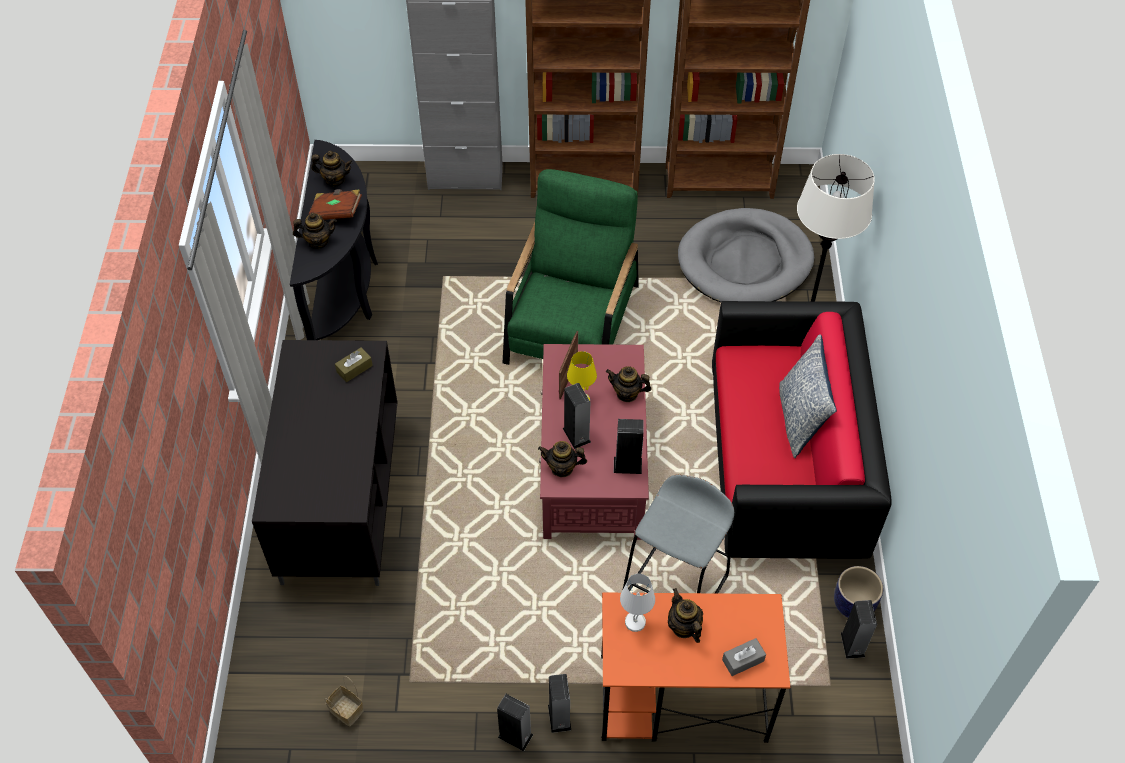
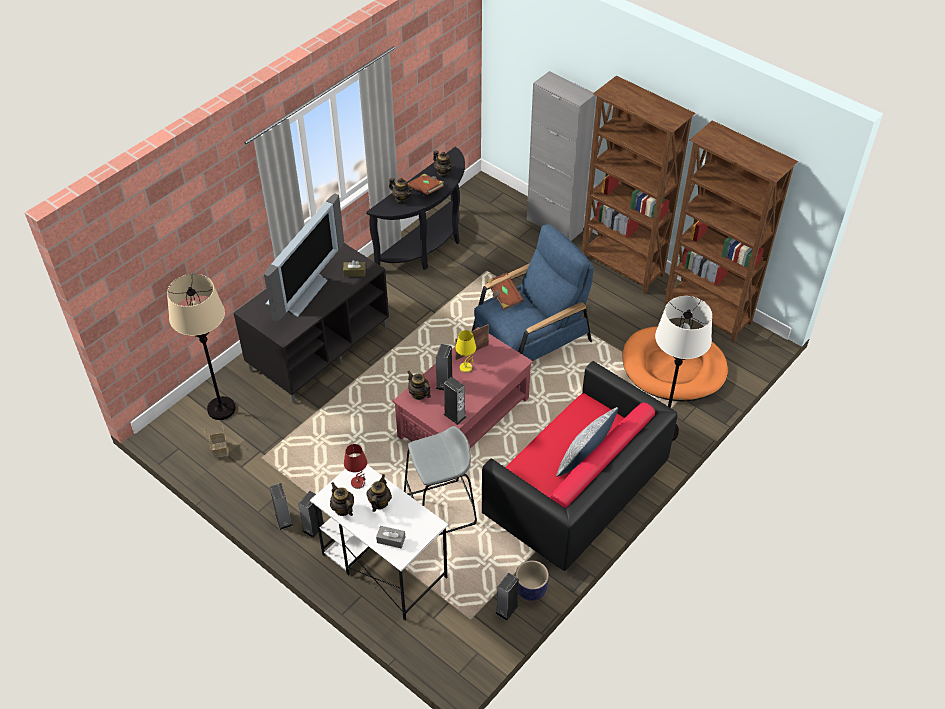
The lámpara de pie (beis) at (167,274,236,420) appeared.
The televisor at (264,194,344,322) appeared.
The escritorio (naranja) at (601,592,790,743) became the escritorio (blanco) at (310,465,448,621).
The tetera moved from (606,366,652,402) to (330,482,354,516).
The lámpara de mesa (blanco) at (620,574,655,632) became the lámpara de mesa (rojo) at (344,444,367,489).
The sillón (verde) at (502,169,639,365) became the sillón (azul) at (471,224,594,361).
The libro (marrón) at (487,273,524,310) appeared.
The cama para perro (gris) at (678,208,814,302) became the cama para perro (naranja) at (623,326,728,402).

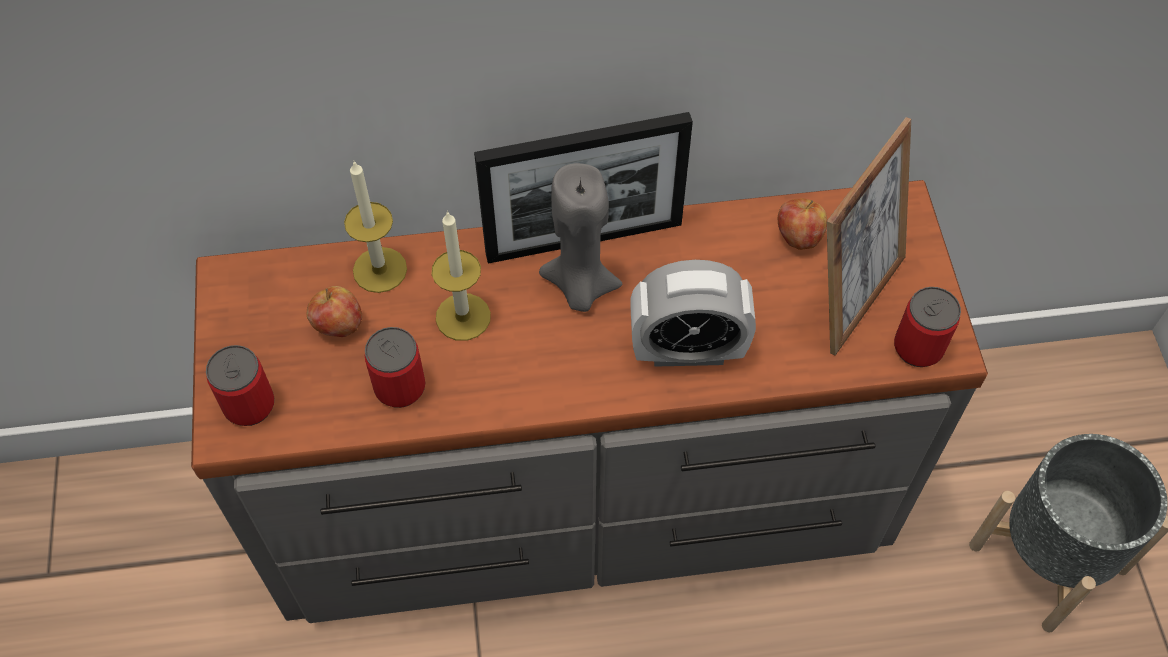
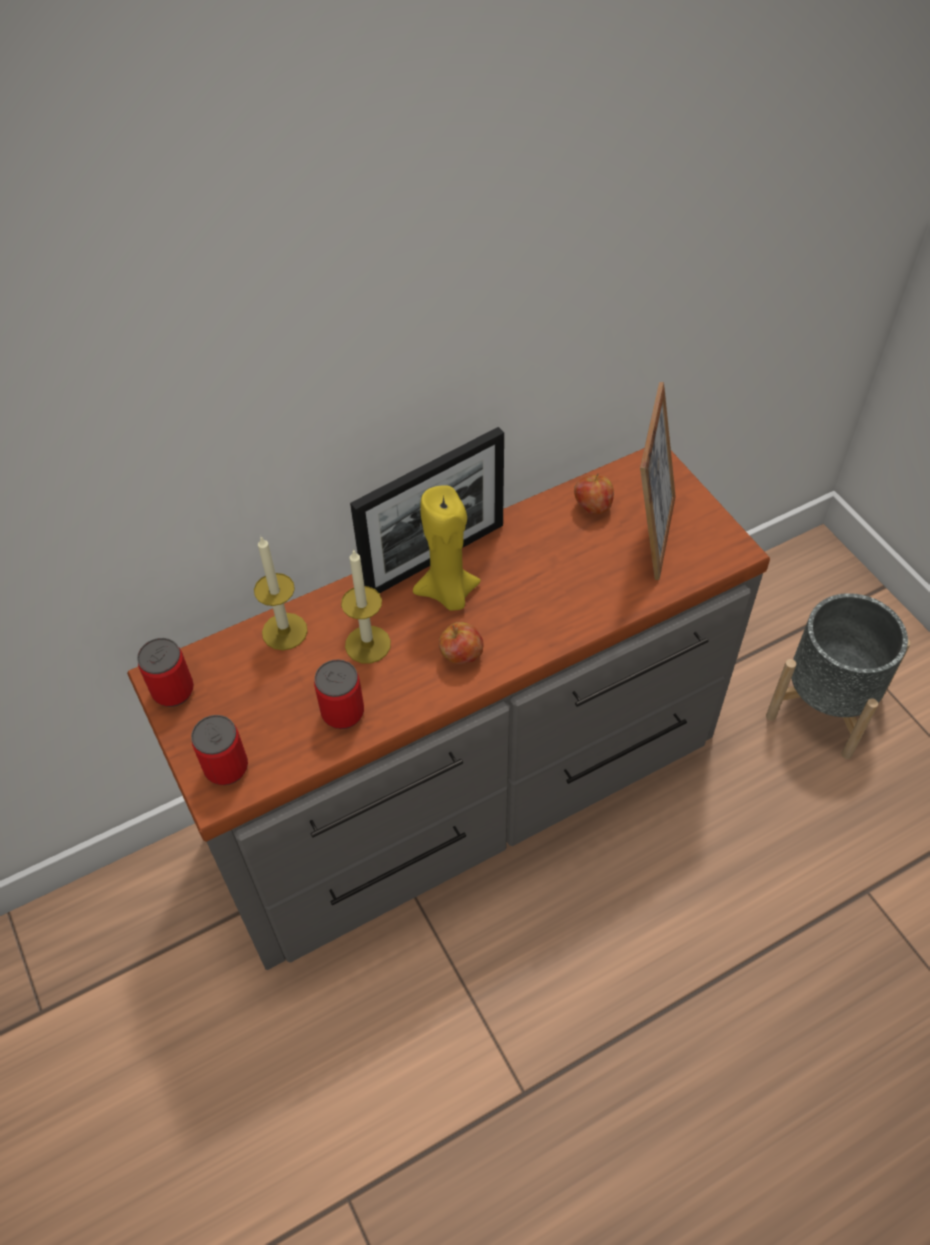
The lata moved from (894,287,961,367) to (137,638,194,707).
The vela (gris) at (539,163,623,312) became the vela (amarillo) at (413,485,481,611).
The manzana moved from (307,286,362,337) to (439,622,483,664).
The despertador at (630,260,756,367) disappeared.

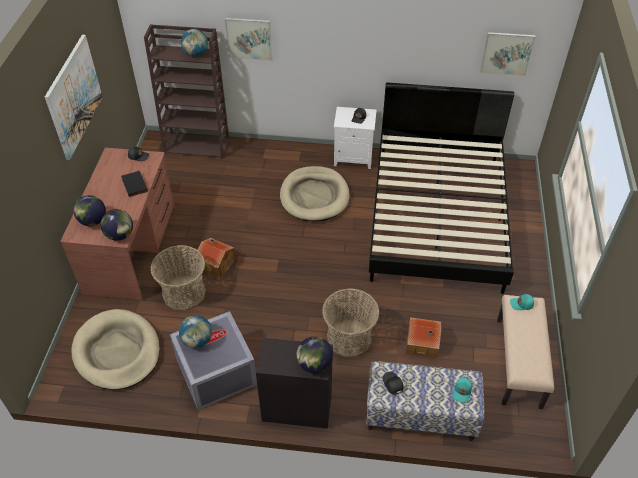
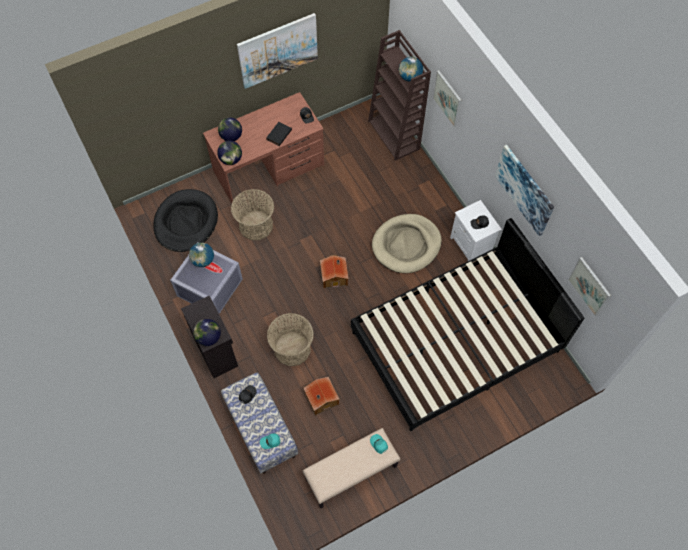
The cama para perro (beis) at (71,309,160,390) became the cama para perro (negro) at (153,189,218,252).
The casita moved from (195,238,236,279) to (320,255,349,288).
The cuadro at (495,145,554,236) appeared.

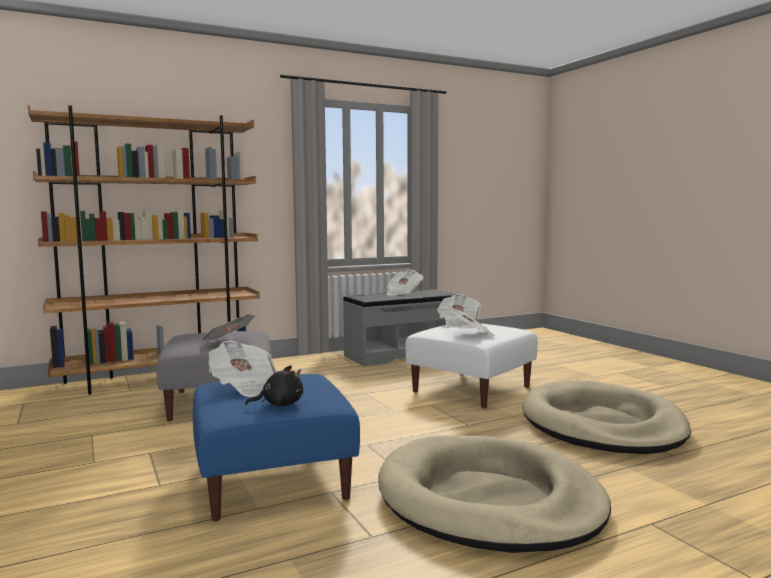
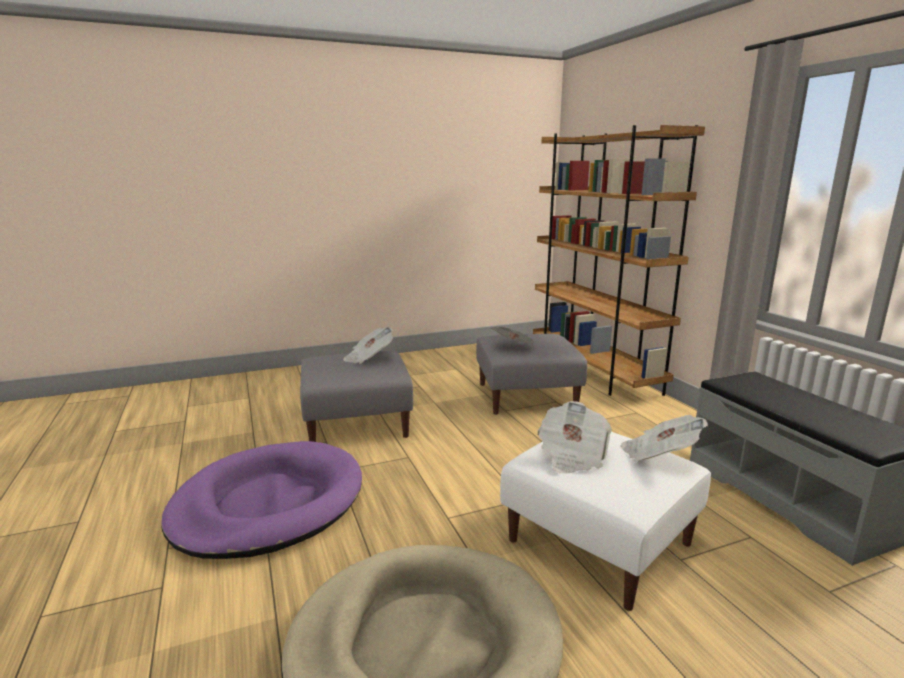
The cama para perro (beis) at (378,435,611,553) became the cama para perro (morado) at (161,441,362,559).
The puf (azul) at (193,374,360,521) became the puf (gris) at (300,351,413,442).
The peluche (negro) at (245,365,303,406) disappeared.
The periódico at (386,270,423,296) disappeared.

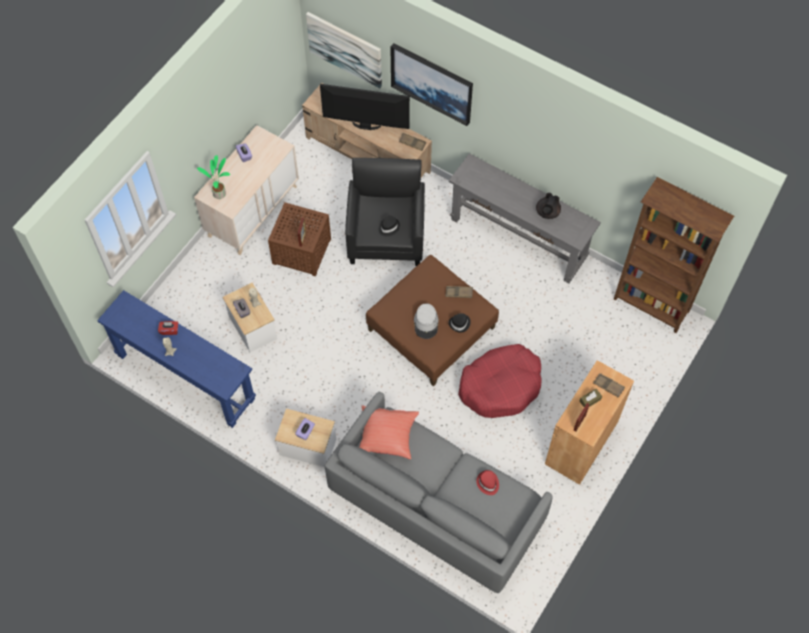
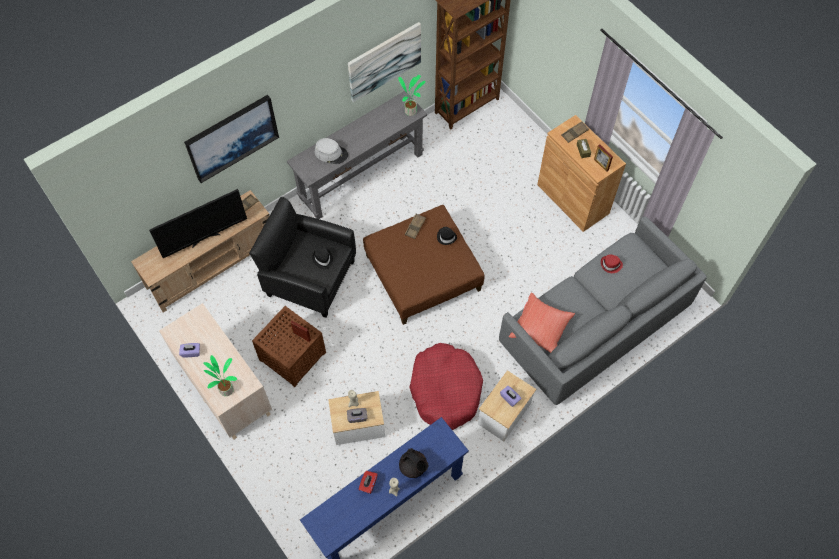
The televisor at (320,84,410,130) turned 150 degrees counterclockwise.
The sombrero (gris) moved from (414,303,439,339) to (315,138,348,164).
The cuadro moved from (306,12,382,88) to (348,22,421,102).
The planta en maceta at (398,75,426,116) appeared.
The tetera (negro) moved from (536,193,561,219) to (399,448,428,478).
The cama para perro (rojo) moved from (458,344,542,418) to (409,343,483,430).

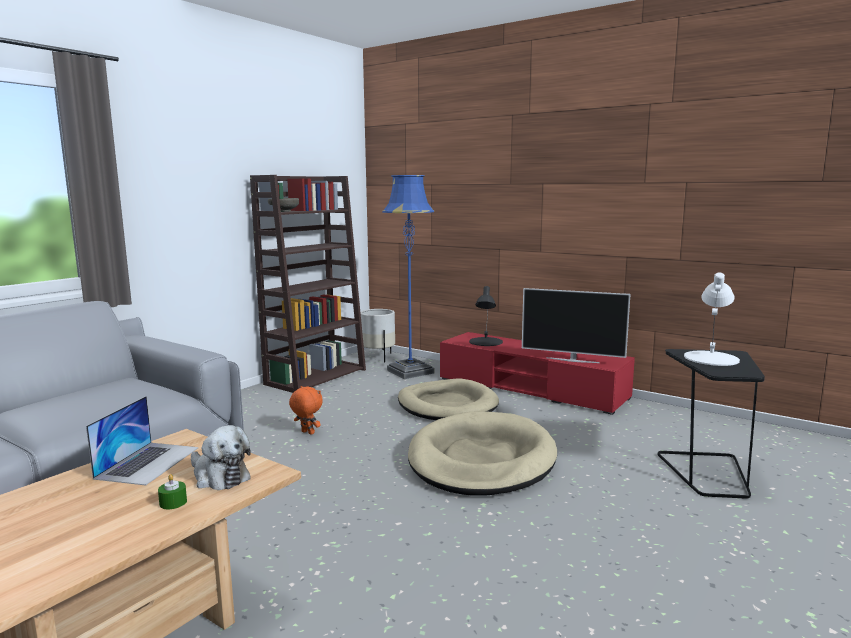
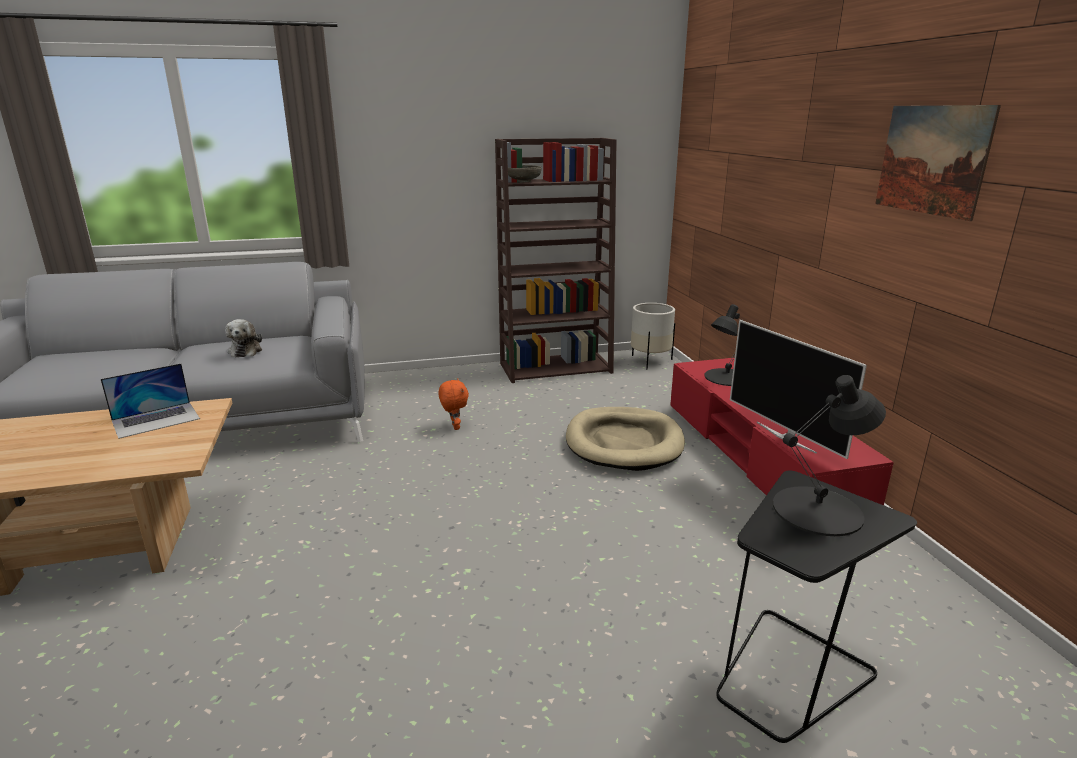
The peluche moved from (191,425,251,490) to (225,319,262,358).
The lámpara de mesa (blanco) at (684,272,740,366) became the lámpara de mesa (negro) at (773,375,886,536).
The cuadro at (875,105,1001,221) appeared.
The vela (verde) at (158,474,187,509) disappeared.
The lámpara de pie (azul) at (382,175,434,379) disappeared.
The cama para perro (beis) at (408,411,557,496) disappeared.

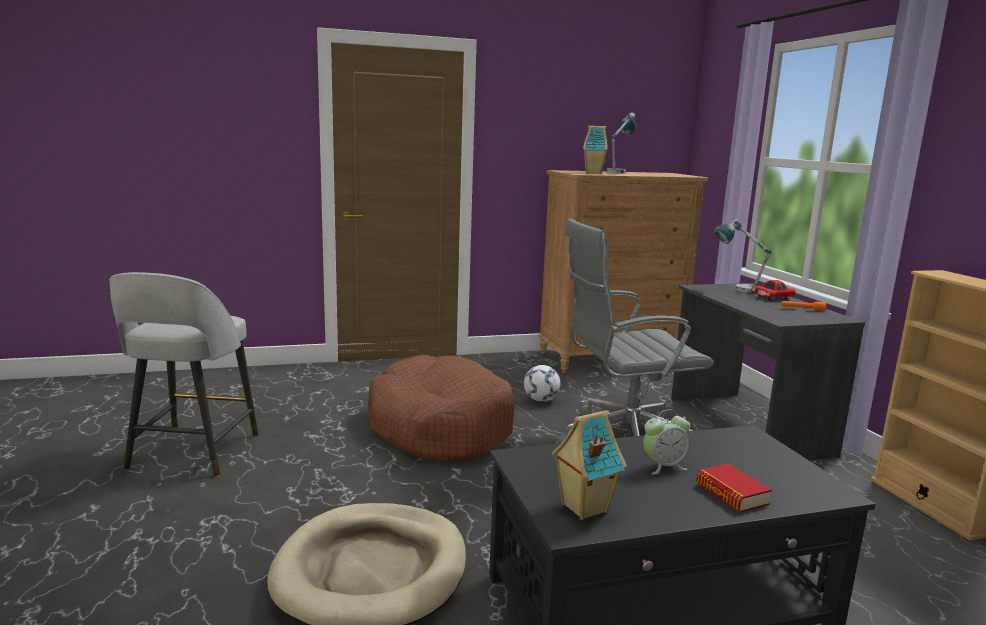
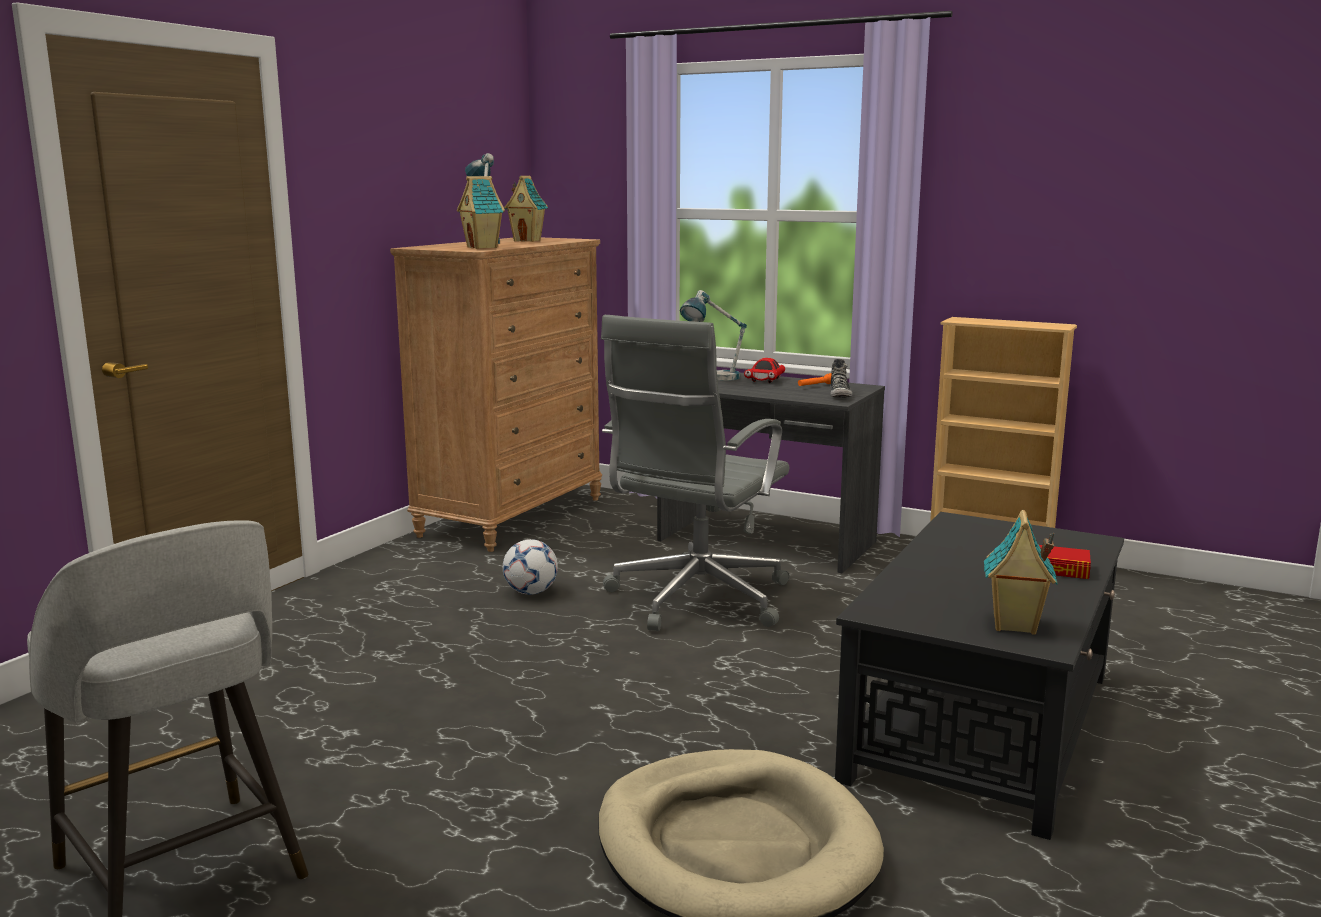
The casita at (504,176,548,242) appeared.
The zapato at (830,359,852,398) appeared.
The cama para perro (marrón) at (368,355,515,461) disappeared.
The despertador at (643,409,691,475) disappeared.

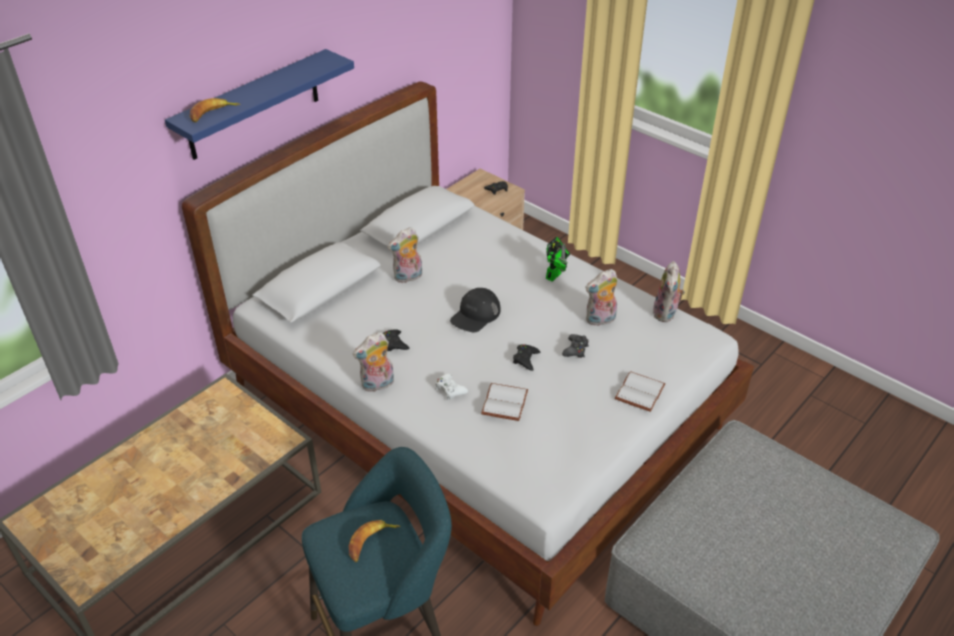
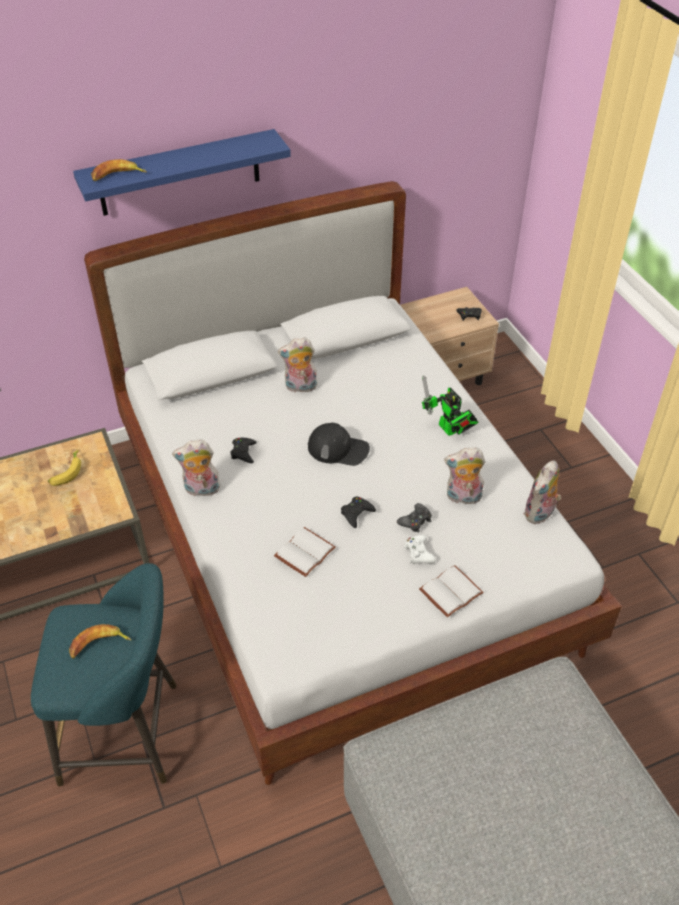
The plátano at (48,450,81,486) appeared.
The gorra (negro) at (450,288,500,333) turned 135 degrees counterclockwise.
The mando de consola (blanco) moved from (435,373,468,400) to (404,535,436,564).
The robot de juguete at (546,237,570,282) turned 90 degrees clockwise.

